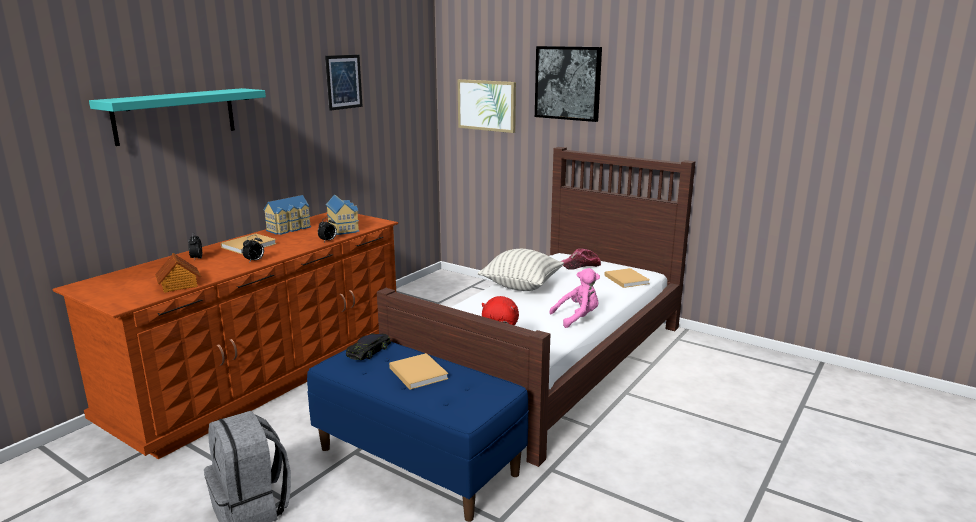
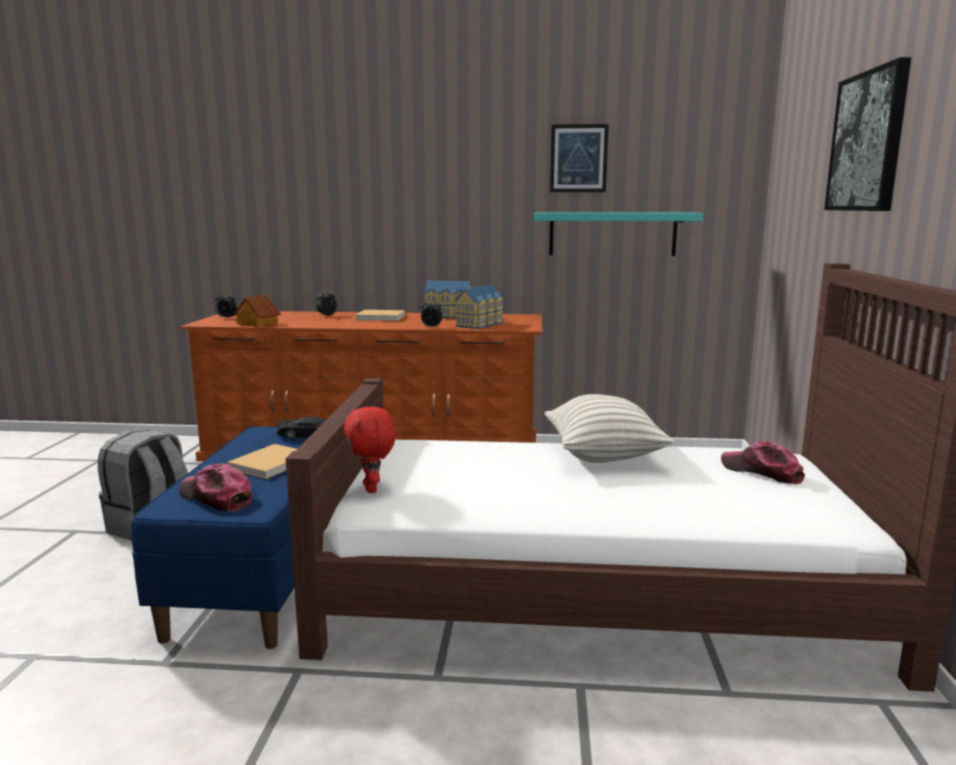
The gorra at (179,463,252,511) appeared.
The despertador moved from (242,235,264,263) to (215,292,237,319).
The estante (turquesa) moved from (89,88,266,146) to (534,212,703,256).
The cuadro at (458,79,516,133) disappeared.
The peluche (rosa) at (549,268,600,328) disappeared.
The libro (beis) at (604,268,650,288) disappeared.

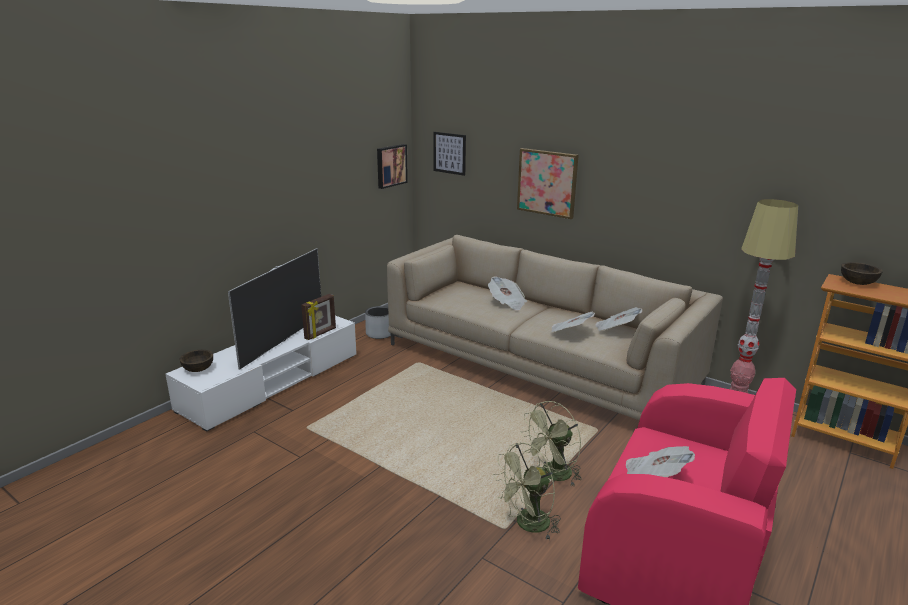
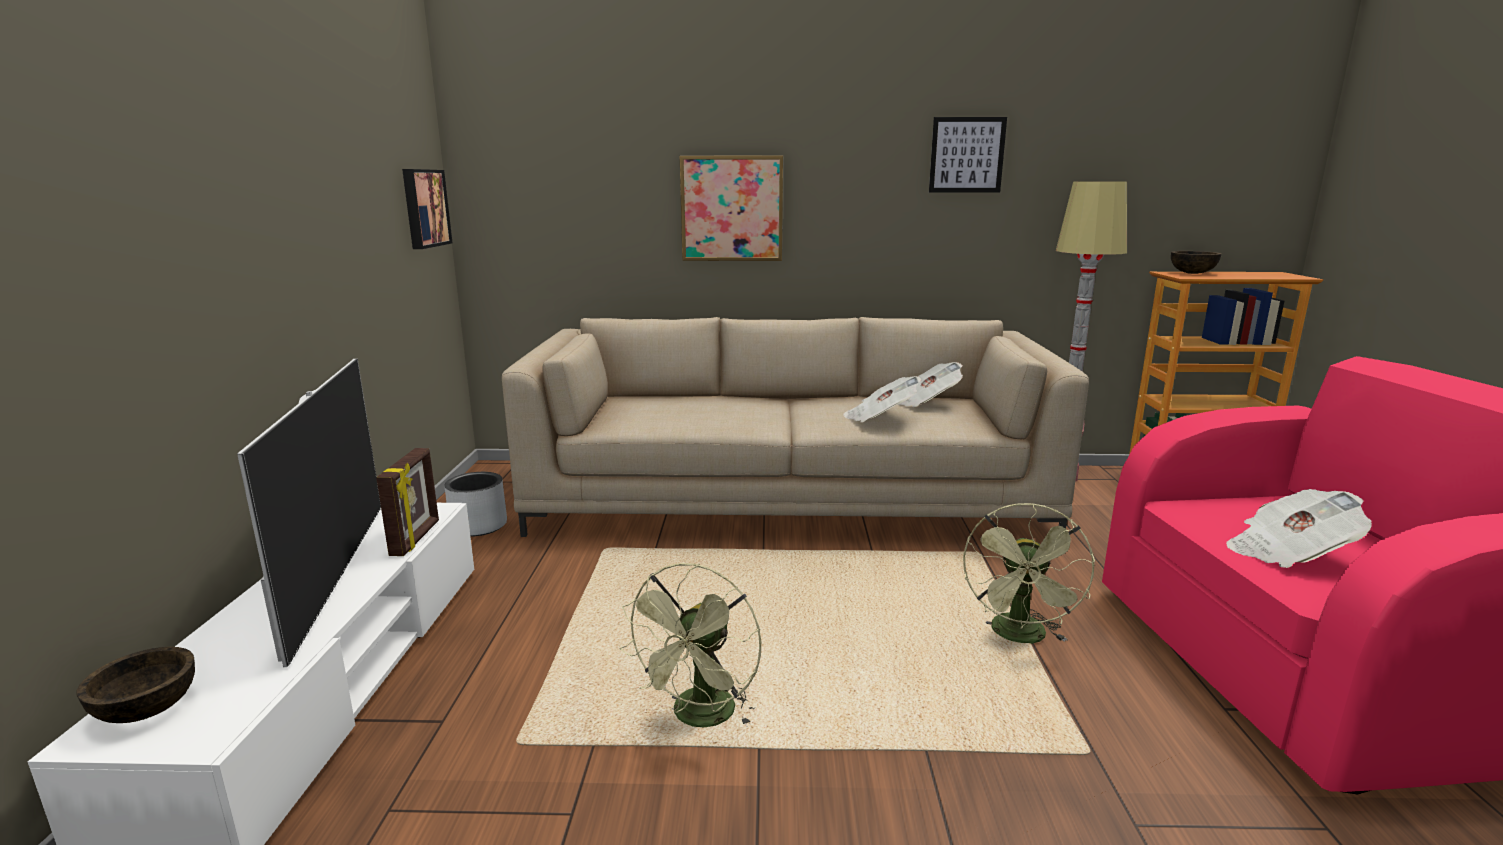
The ventilador (verde) moved from (494,443,561,539) to (620,563,761,727).
The cuadro moved from (433,132,466,176) to (929,117,1007,193).
The periódico at (488,276,527,311) disappeared.

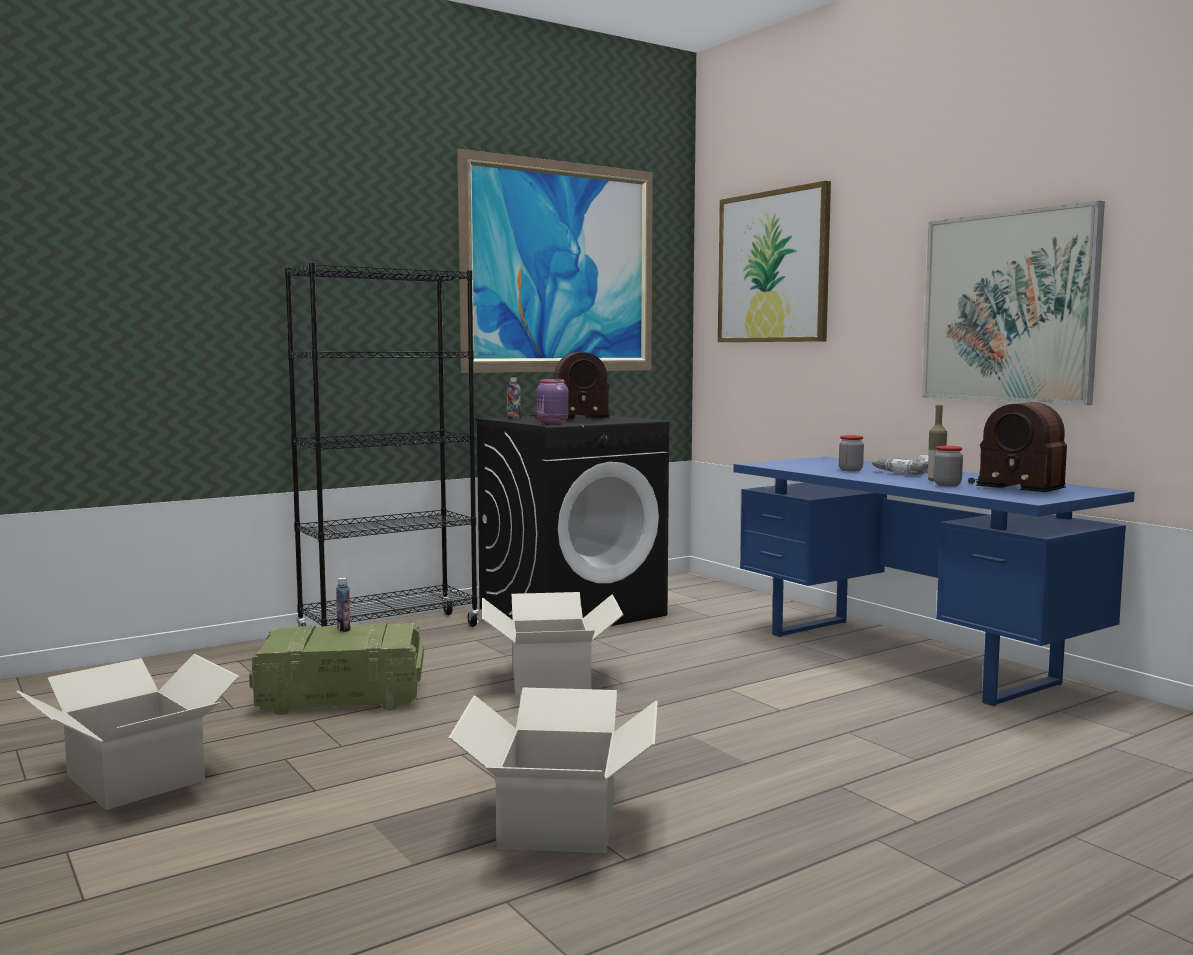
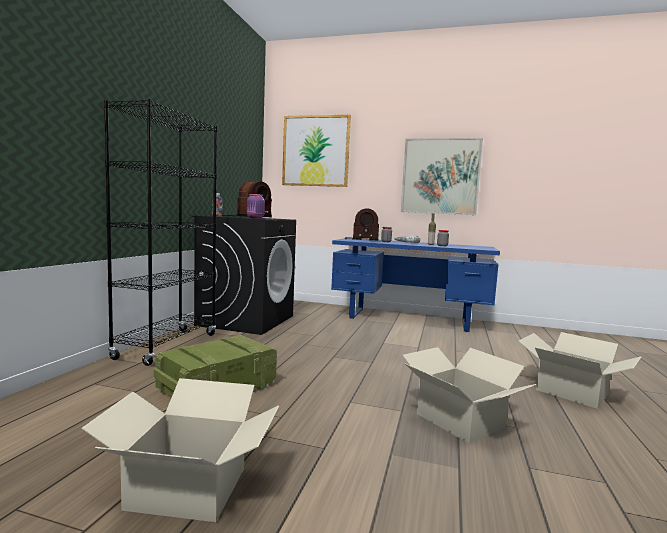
The radio moved from (968,402,1067,492) to (345,208,379,241).
The caja de cartón moved from (482,592,624,695) to (519,332,641,409).
The botella at (336,578,351,632) disappeared.
The cuadro at (457,149,653,373) disappeared.

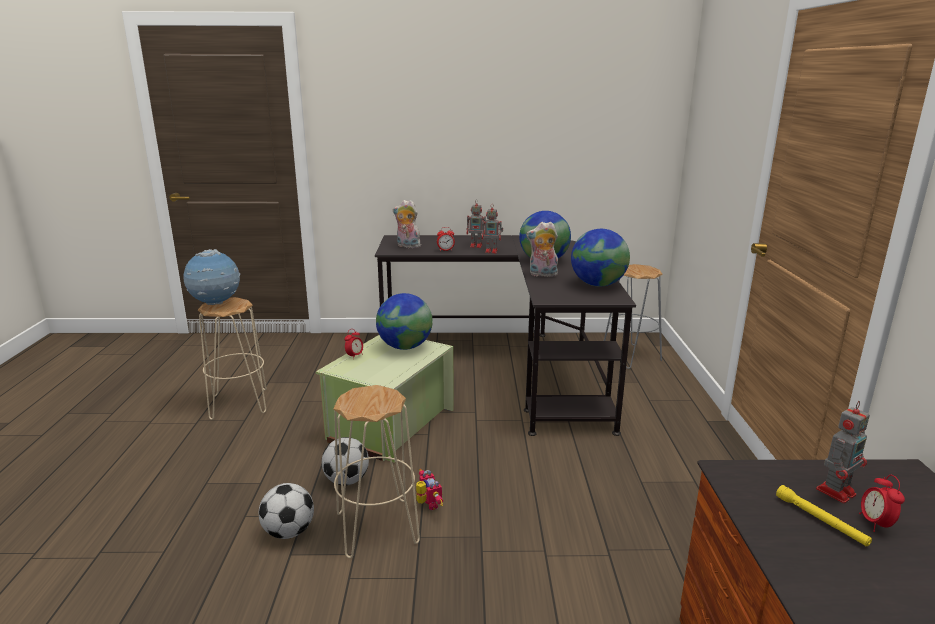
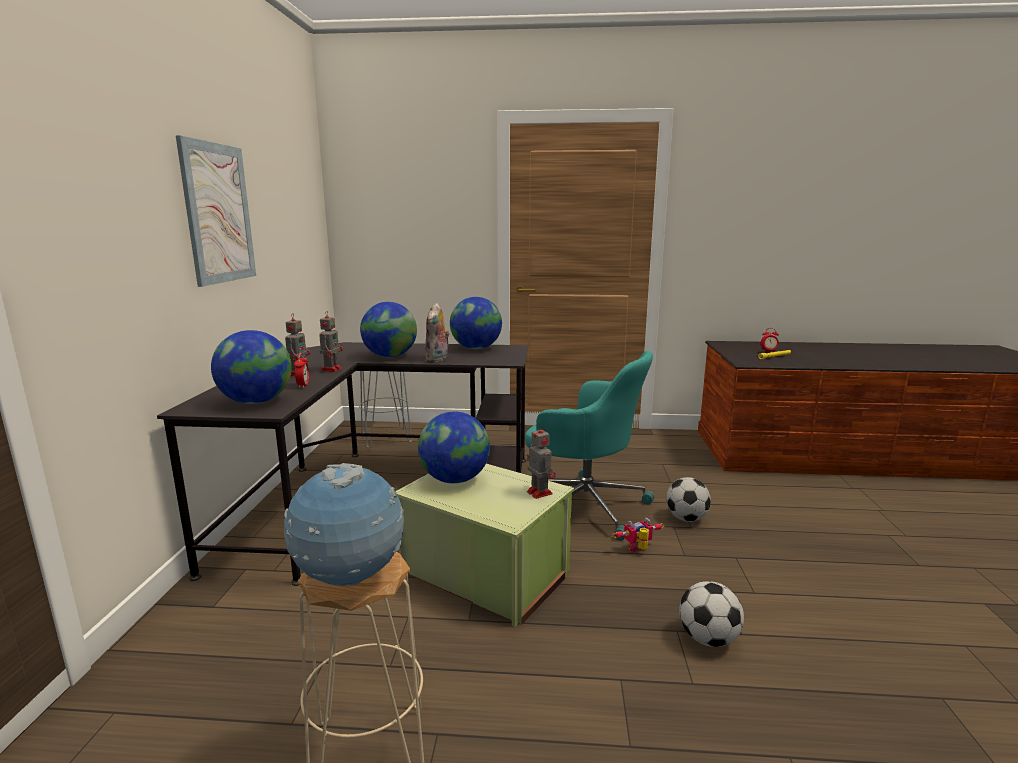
The cuadro at (176,135,256,287) appeared.
The peluche at (393,200,421,248) was replaced by the globo terráqueo at (211,330,292,404).
The silla de oficina (turquesa) at (525,351,654,541) appeared.
The robot de juguete moved from (816,401,870,504) to (527,425,556,499).
The balón de fútbol moved from (322,437,369,486) to (666,477,711,522).
The taburete (beis) at (333,385,420,558) disappeared.
The despertador at (344,329,363,359) disappeared.

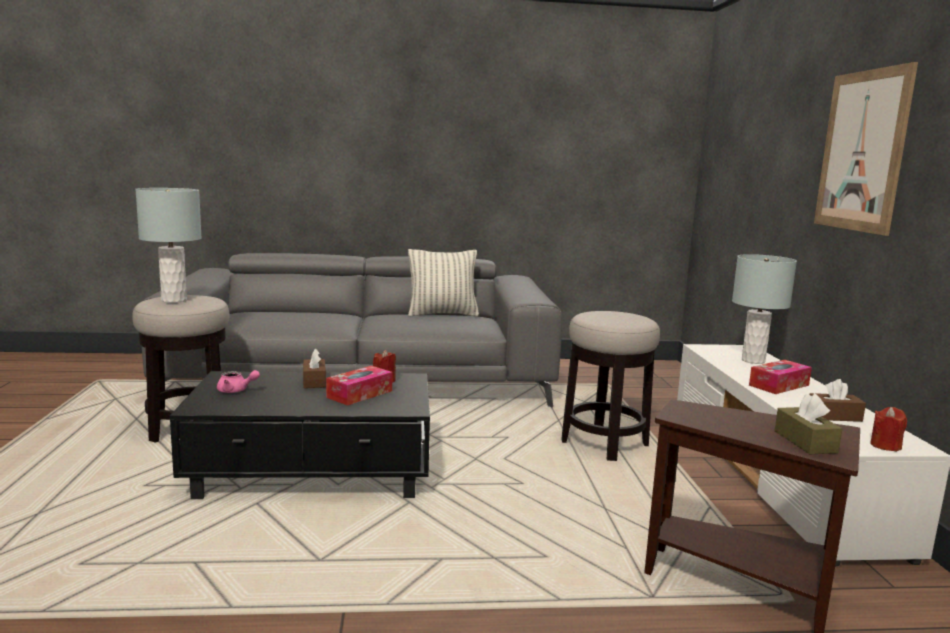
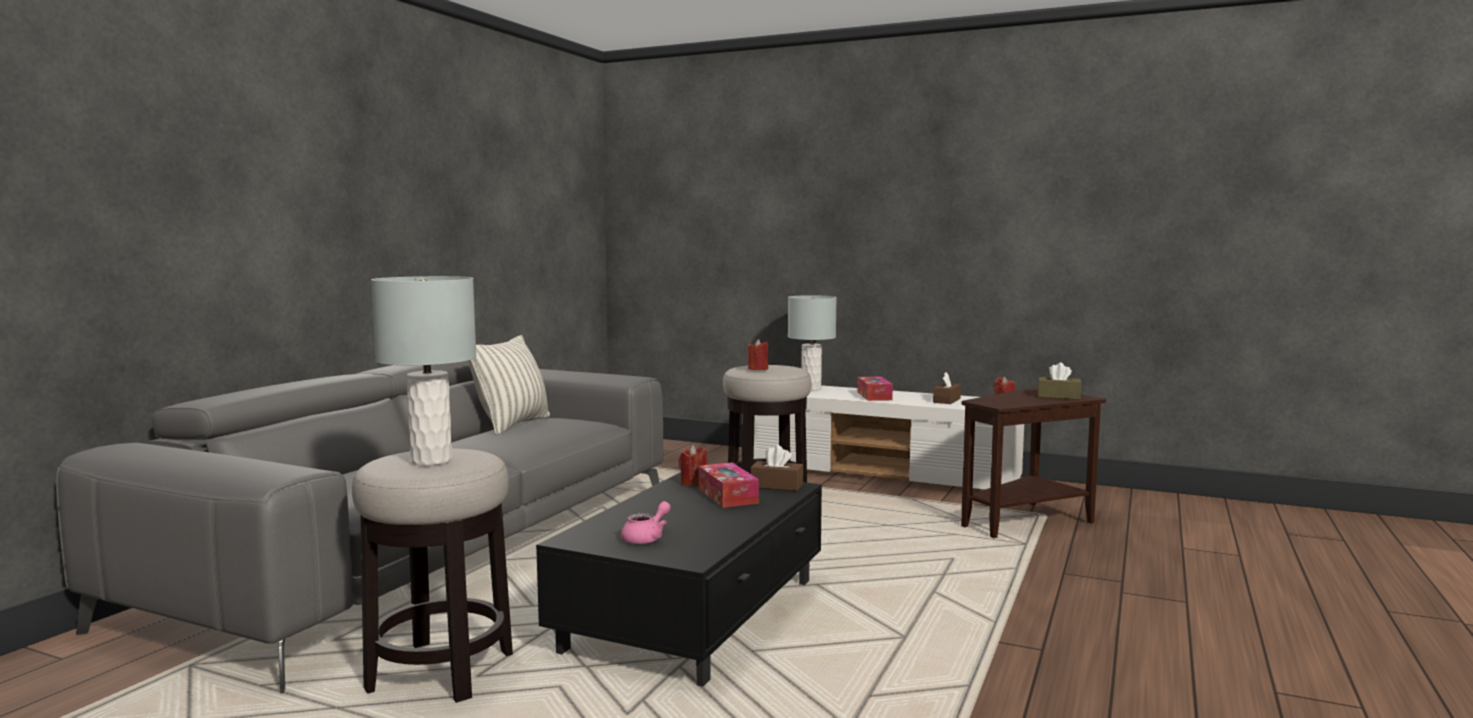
The vela (rojo) at (748,339,768,370) appeared.
The caja de pañuelos (marrón) moved from (303,349,326,388) to (751,445,803,491).
The cuadro at (814,62,918,236) disappeared.

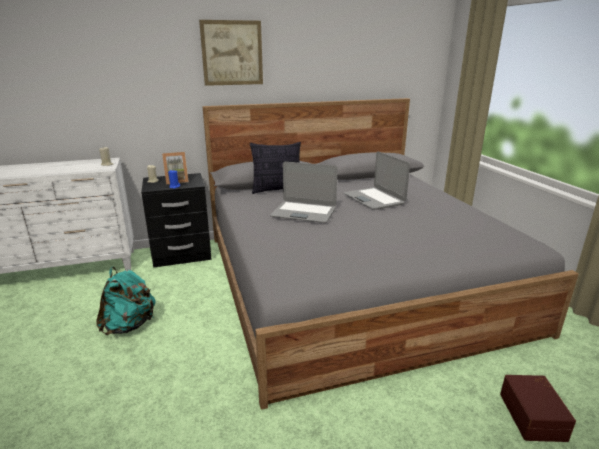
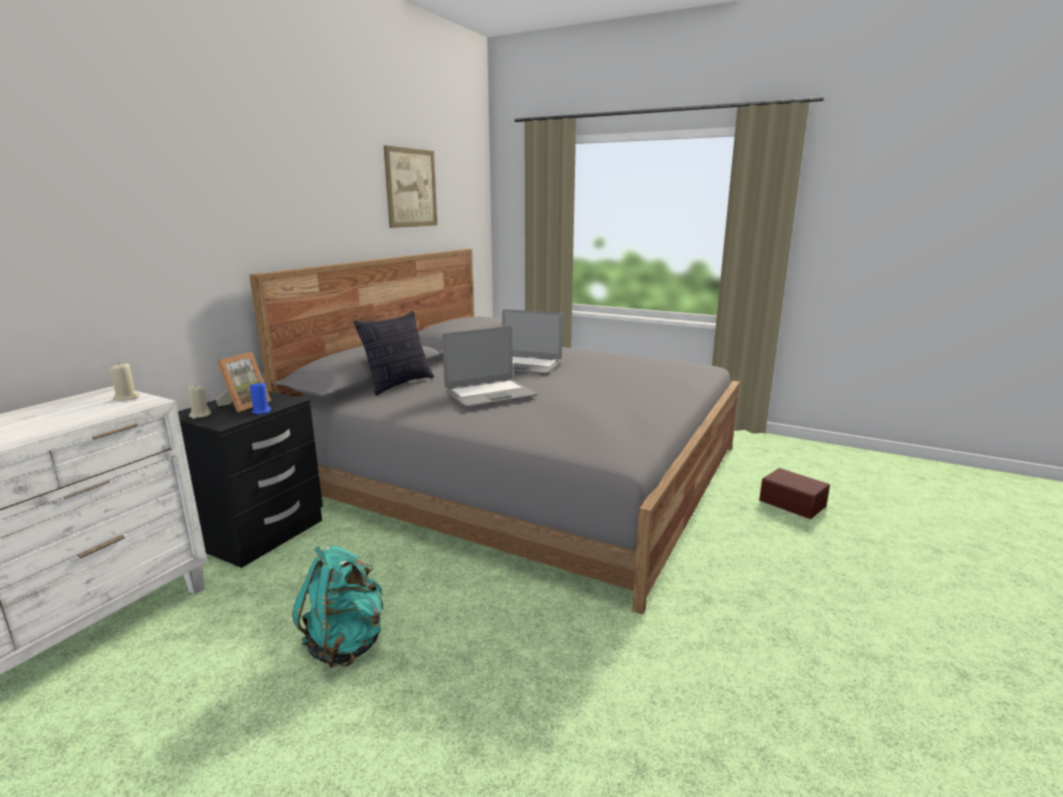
The cuadro moved from (199,20,263,86) to (384,145,437,228).

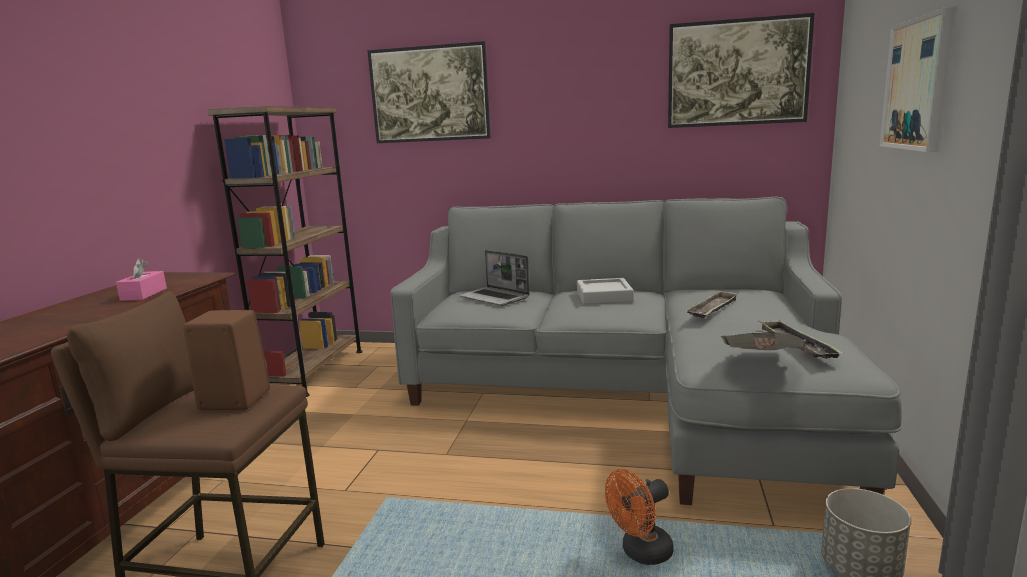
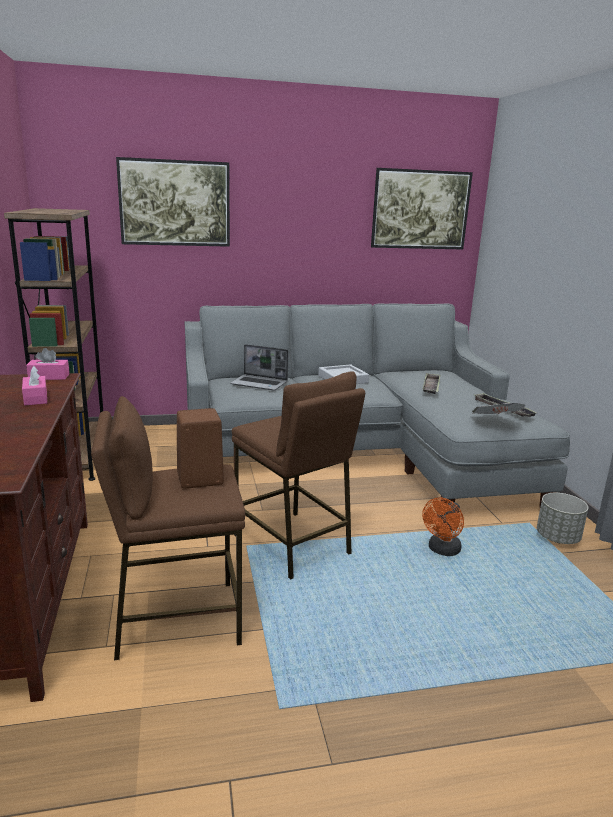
The caja de pañuelos (rosa) at (26,348,69,380) appeared.
The taburete (marrón) at (232,371,365,579) appeared.
The cuadro at (880,7,955,152) disappeared.

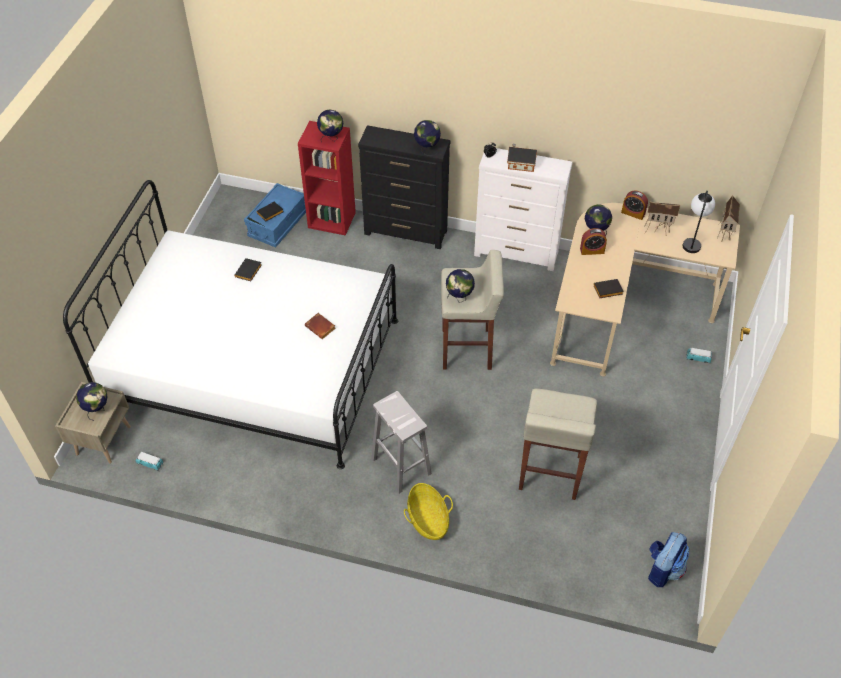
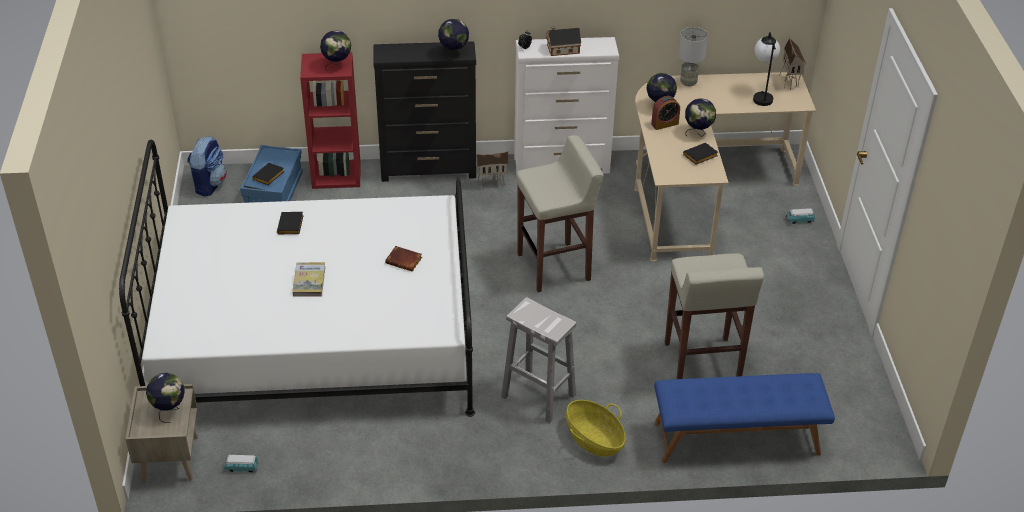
The mochila moved from (648,532,689,587) to (187,136,227,197).
The libro at (292,262,325,297) appeared.
The casita moved from (645,202,680,233) to (476,151,509,189).
The banco (azul) at (654,373,835,463) appeared.
The despertador at (621,191,648,220) was replaced by the lámpara de mesa (gris) at (678,27,708,86).
The globo terráqueo moved from (446,269,475,303) to (685,98,716,137).

